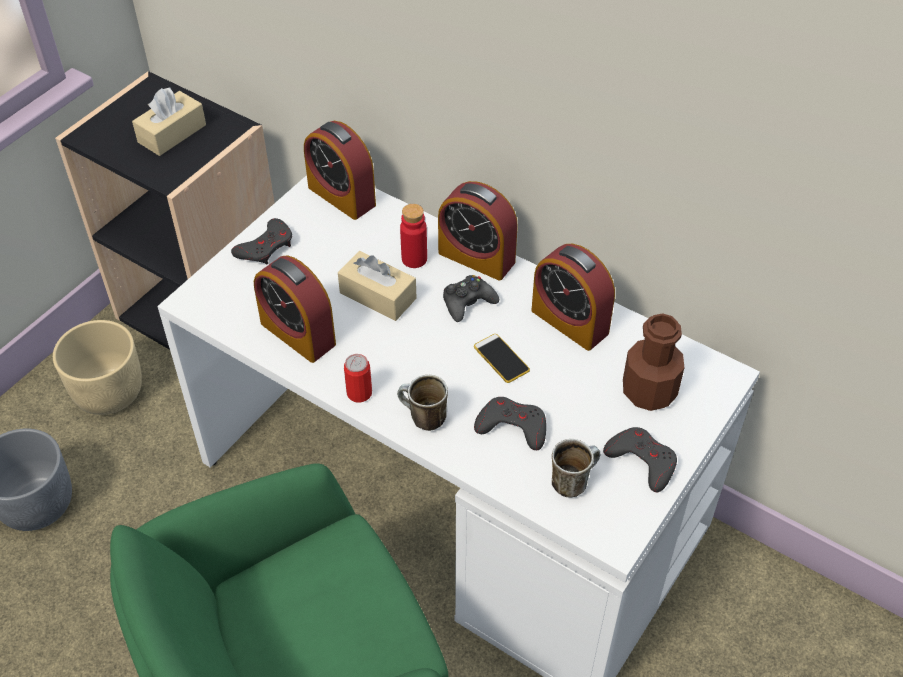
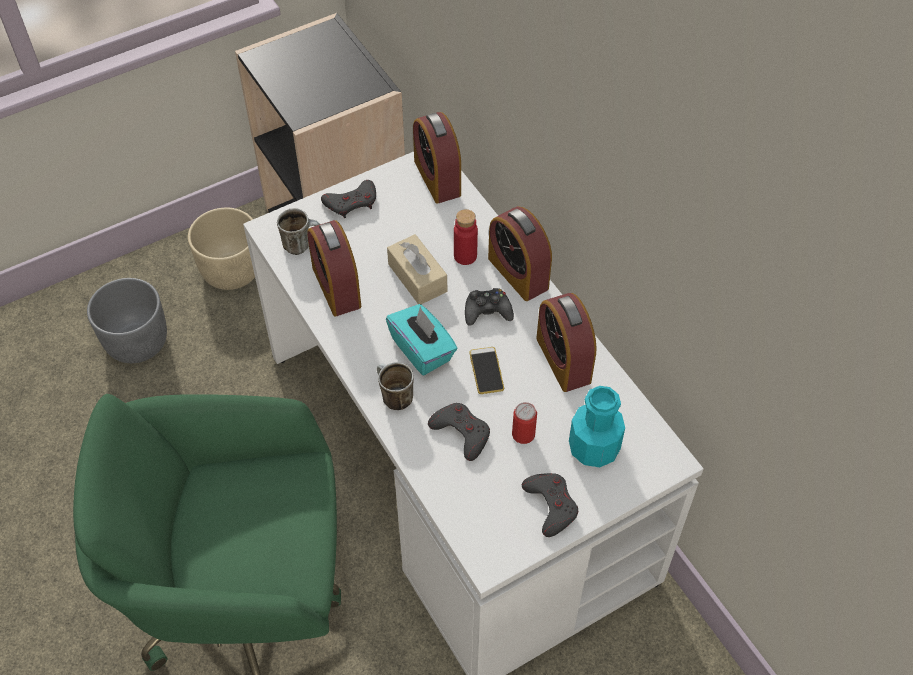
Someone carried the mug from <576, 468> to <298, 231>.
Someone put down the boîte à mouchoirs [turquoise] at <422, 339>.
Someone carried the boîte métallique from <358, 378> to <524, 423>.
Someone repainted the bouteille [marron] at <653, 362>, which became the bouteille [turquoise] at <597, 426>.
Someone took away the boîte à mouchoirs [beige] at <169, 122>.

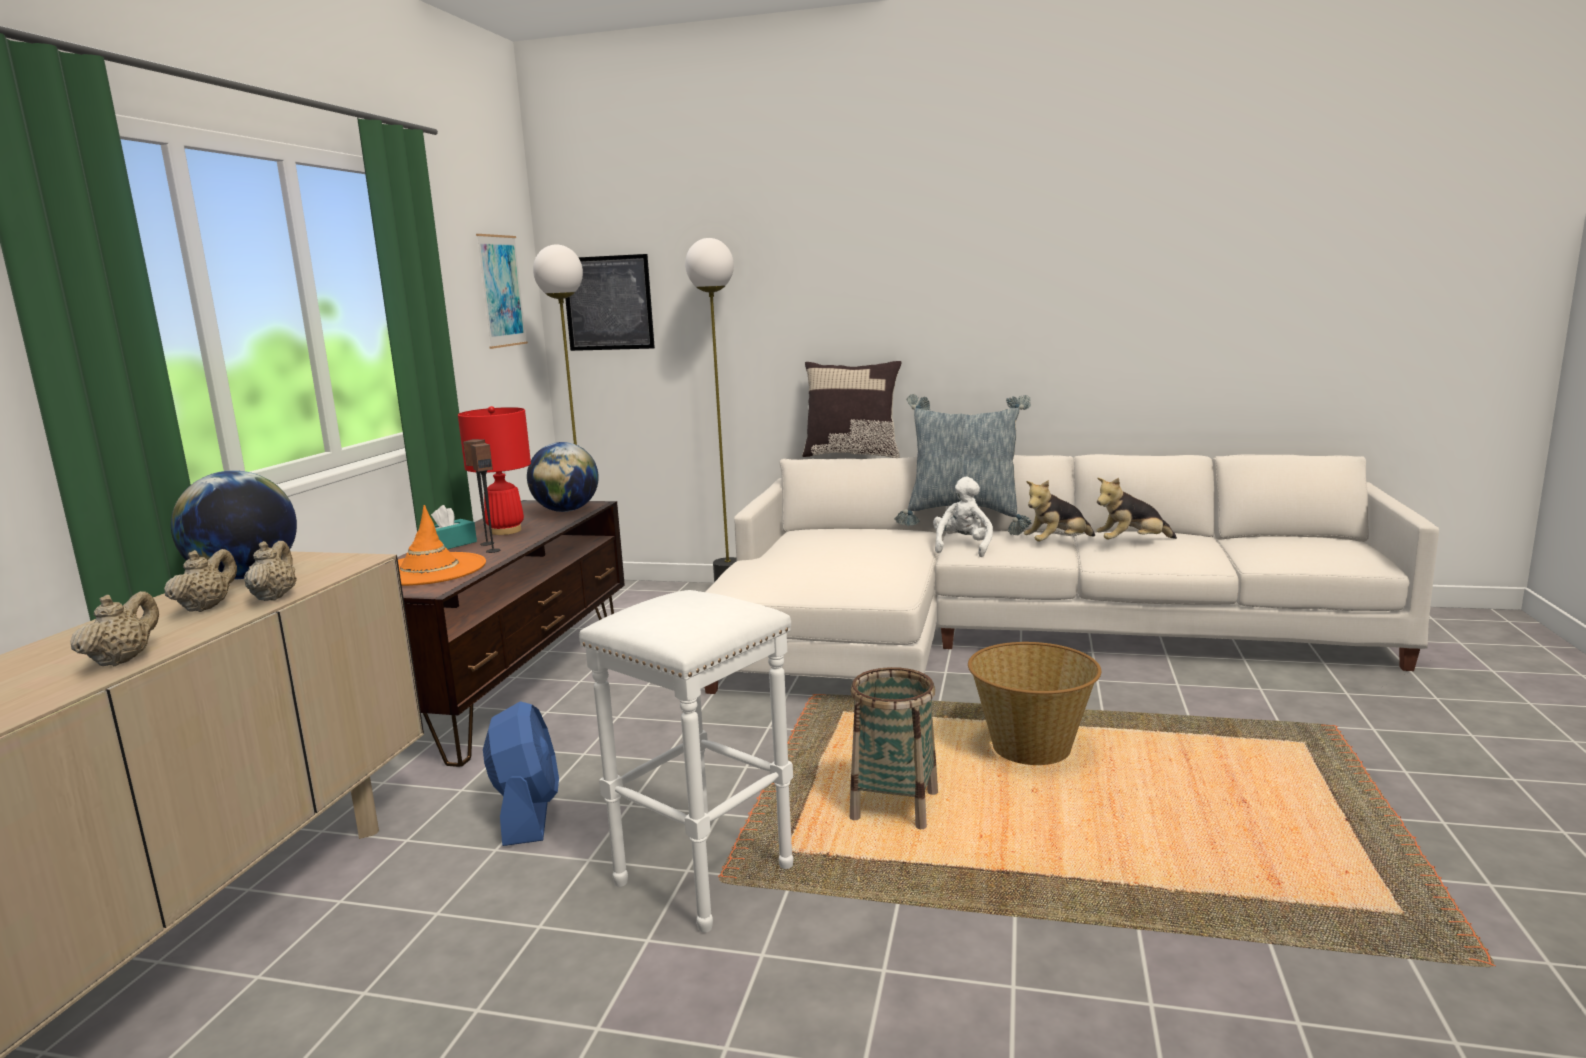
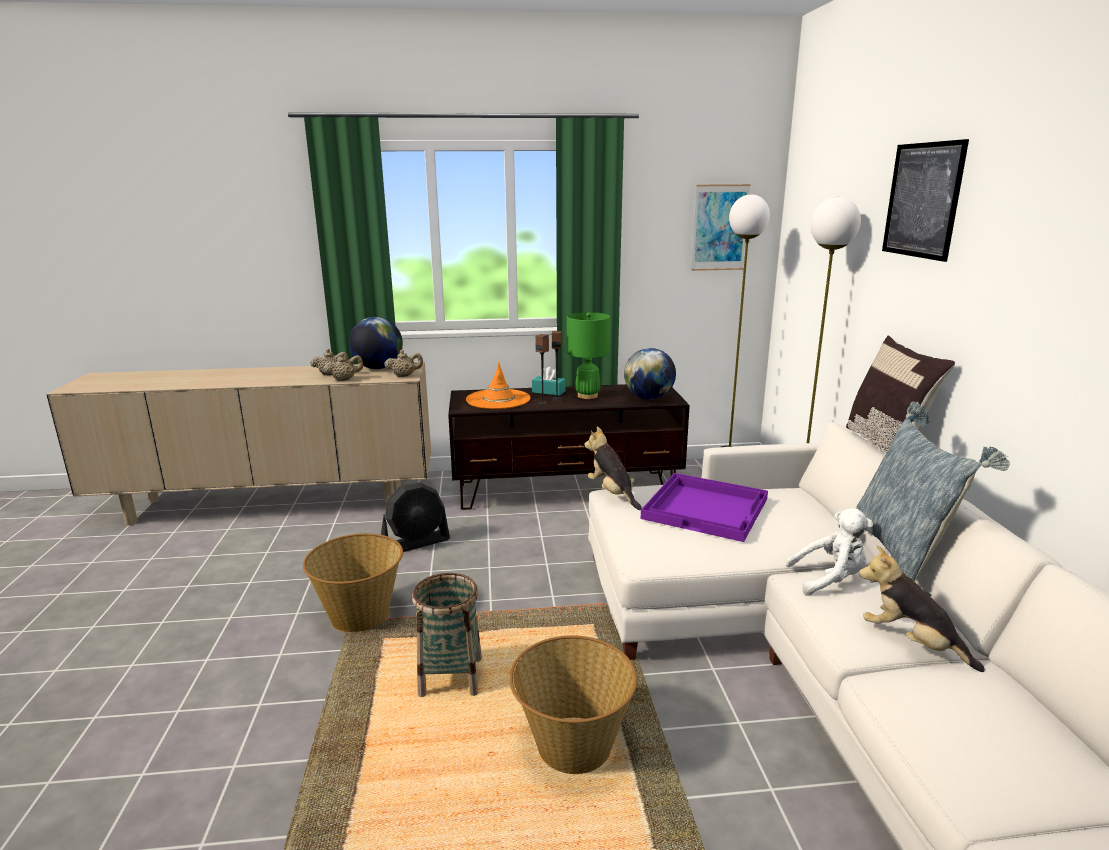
Someone swapped the tabouret [blanc] at <686, 761> for the panier at <353, 582>.
Someone repainted the ventilateur [bleu] at <521, 773>, which became the ventilateur [noir] at <415, 517>.
Someone carried the théière [beige] from <114, 628> to <403, 363>.
Someone repainted the lampe de table [rouge] at <494, 470>, which became the lampe de table [vert] at <589, 355>.
Someone carried the peluche from <1136, 508> to <613, 468>.
Someone put down the plateau [violet] at <704, 507>.
Someone carried the tableau from <610, 302> to <925, 200>.

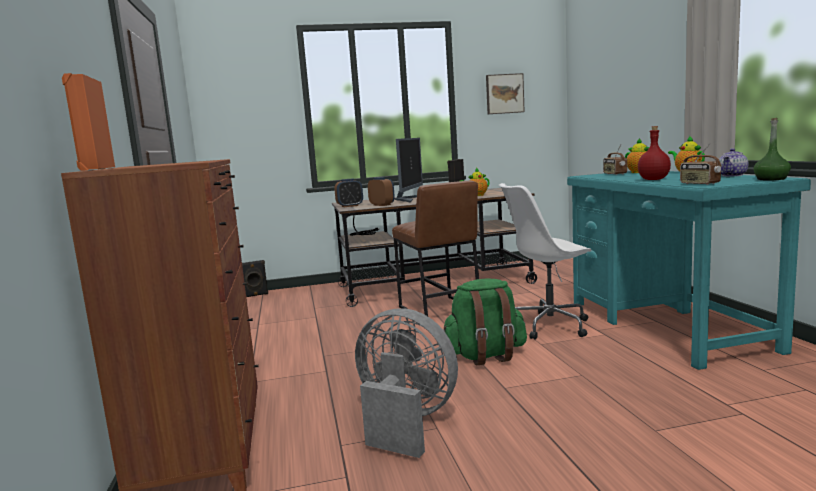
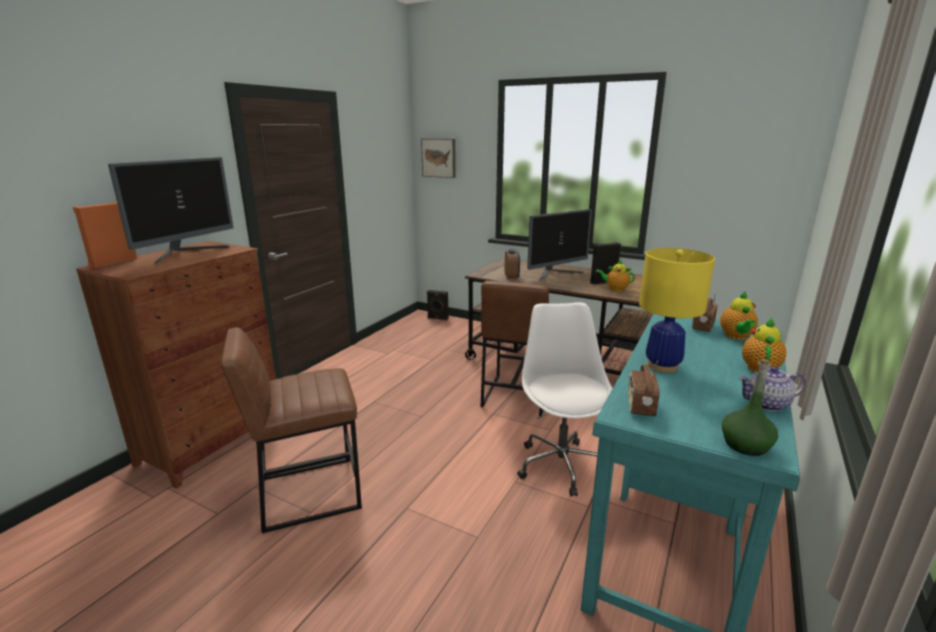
Someone put down the écran d'ordinateur at <171, 210>.
Someone swapped the ventilateur [gris] at <406, 383> for the chaise [marron] at <291, 430>.
Someone carried the tableau from <505, 93> to <438, 158>.
Someone rotated the chaise de bureau [blanc] at <545, 261> by 60 degrees clockwise.
Someone swapped the bouteille [rouge] at <654, 153> for the lampe de table [jaune] at <677, 310>.
Someone took away the réveil at <348, 192>.
Someone took away the sac à dos [vert] at <485, 322>.

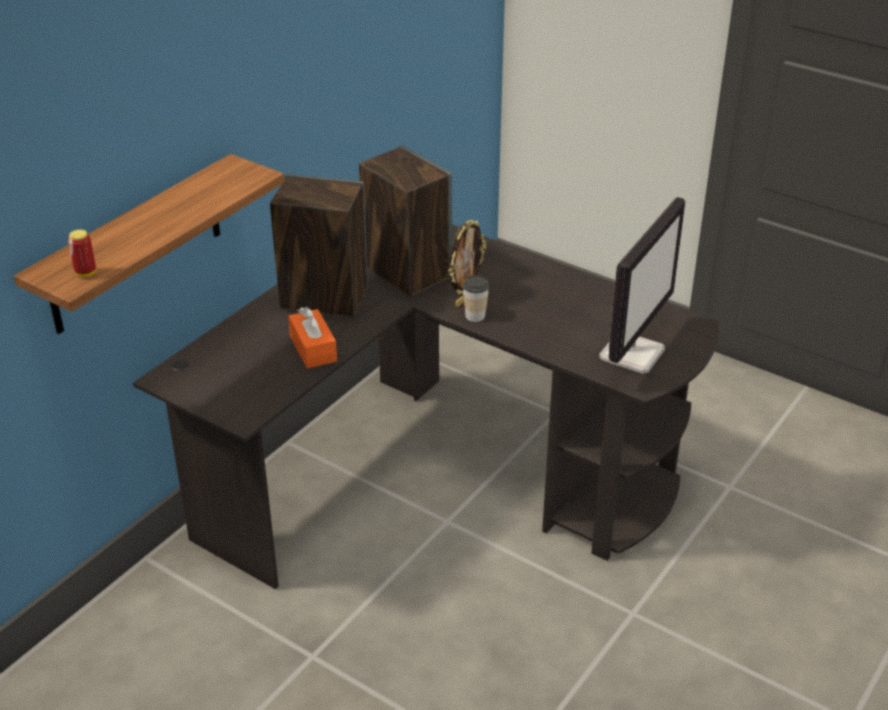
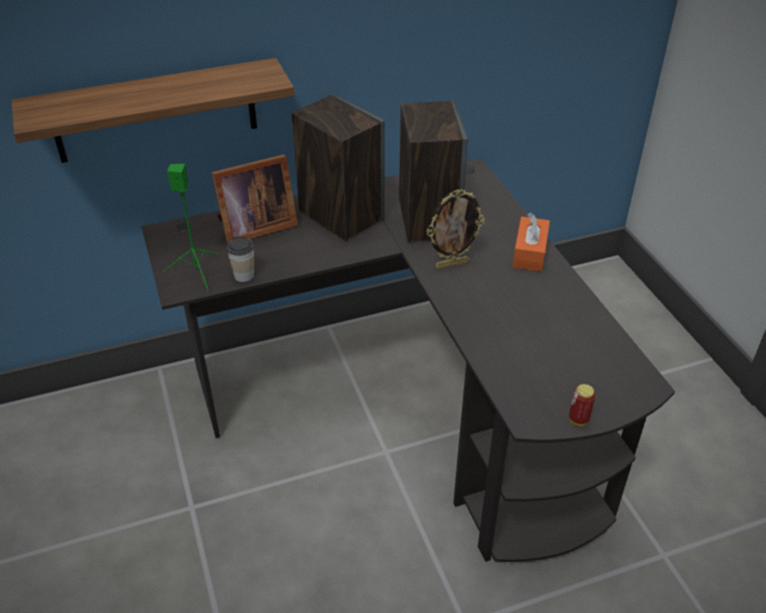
Someone put down the enceinte [vert] at <191, 227>.
Someone put down the cadre photo at <255, 199>.
Someone carried the tasse from <475, 298> to <240, 259>.
Someone carried the boîte à mouchoirs [orange] from <312, 337> to <531, 242>.
Someone carried the boîte métallique from <82, 253> to <582, 405>.
Someone took away the écran d'ordinateur at <642, 285>.

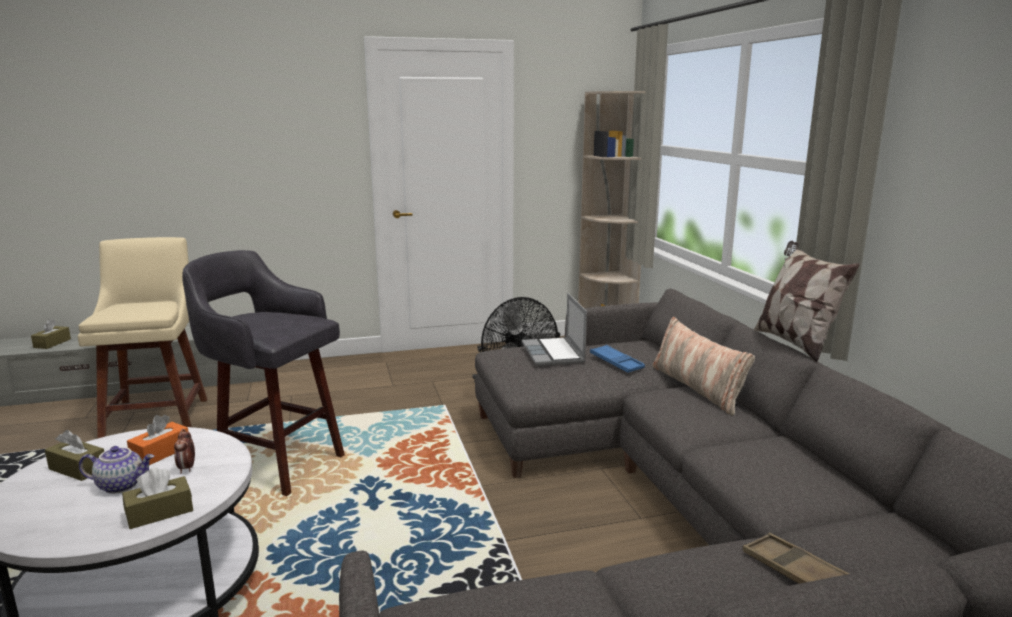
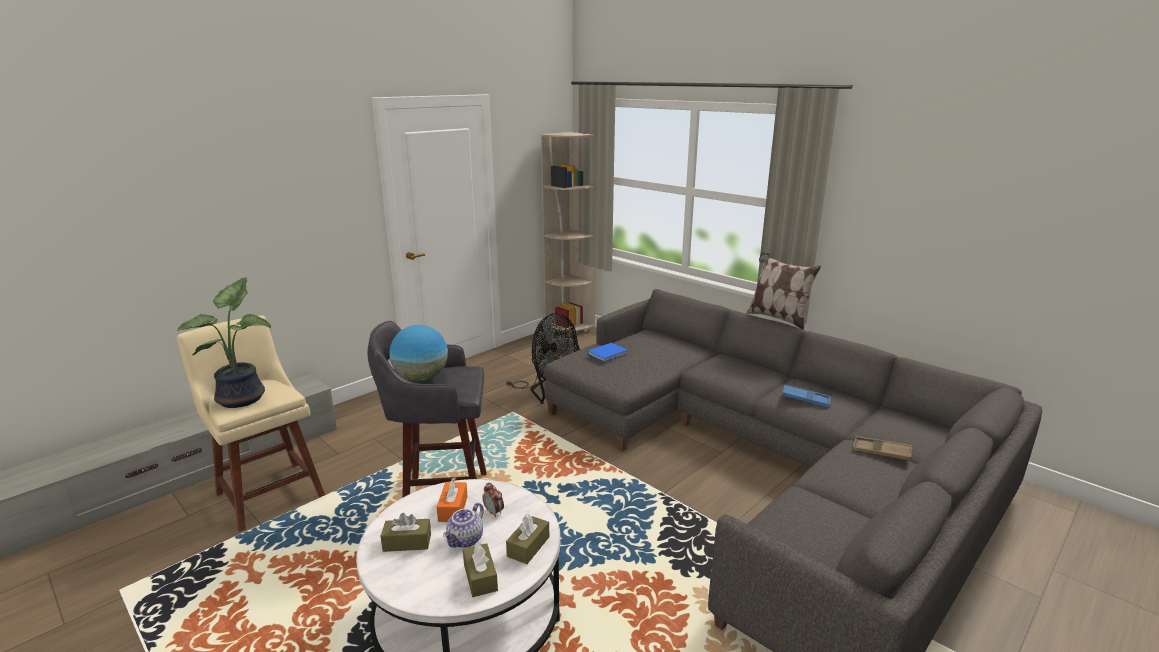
Someone put down the plante en pot at <224, 342>.
Someone put down the globe at <418, 353>.
Someone rotated the théière at <116, 470> by 150 degrees clockwise.
Someone carried the boîte à mouchoirs [marron] from <51, 334> to <480, 569>.
Someone swapped the ordinateur portable at <554, 329> for the livre [bleu] at <608, 352>.
Someone carried the plateau [bleu] from <617, 359> to <806, 395>.
Someone took away the coussin at <703, 366>.

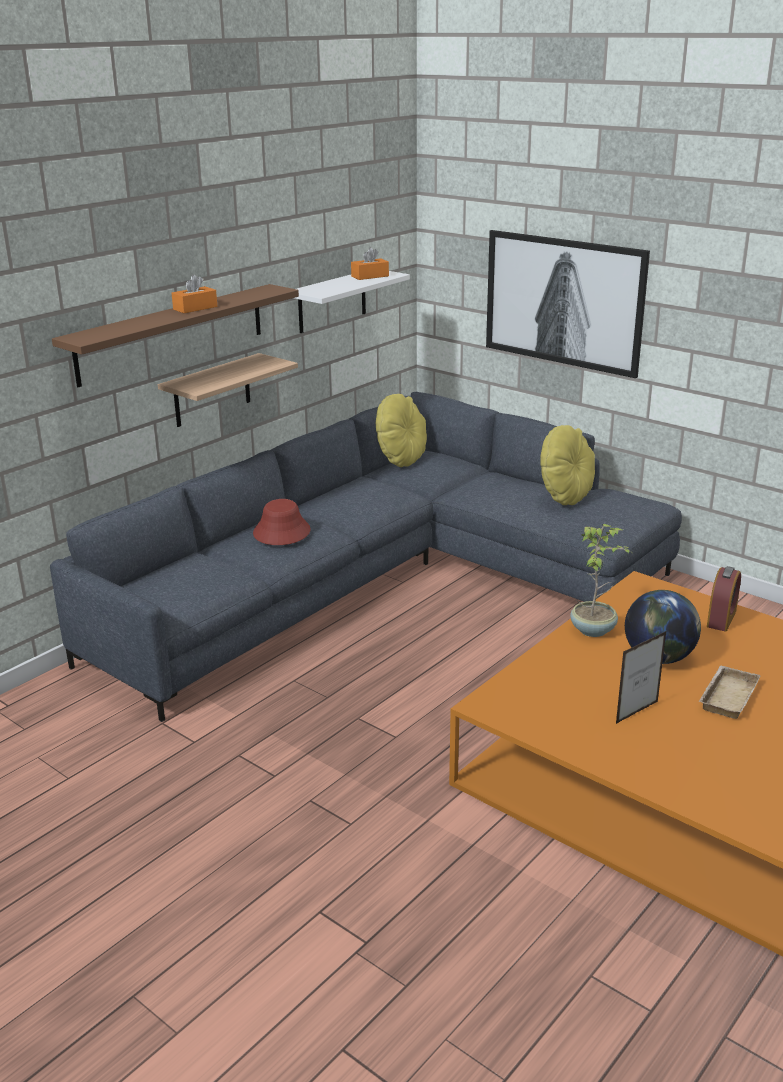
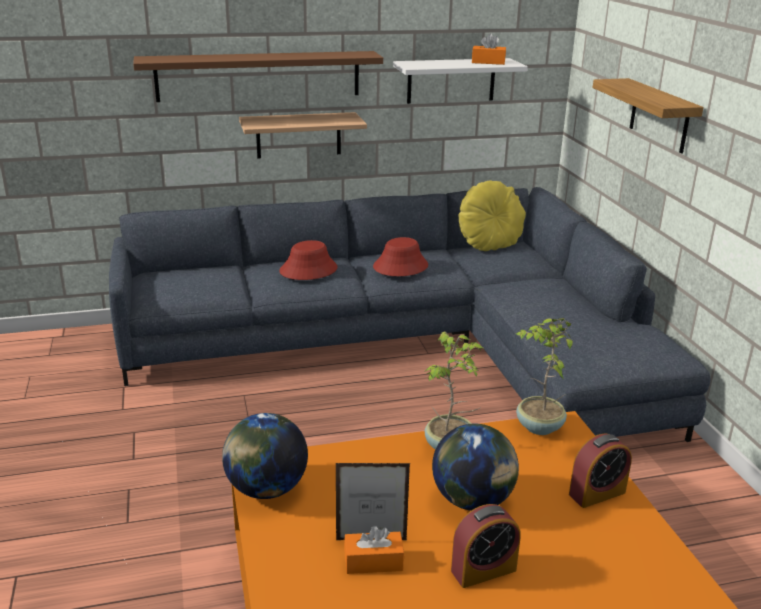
Someone put down the globe at <265, 456>.
Someone carried the boîte à mouchoirs [orange] from <194, 294> to <374, 550>.
Someone put down the chapeau [rouge] at <400, 256>.
Someone swapped the plateau [beige] at <730, 692> for the réveil at <486, 546>.
Someone put down the plante en pot at <544, 376>.
Someone swapped the tableau at <568, 304> for the étagère at <648, 116>.
Someone took away the coussin [jaune] at <567, 465>.

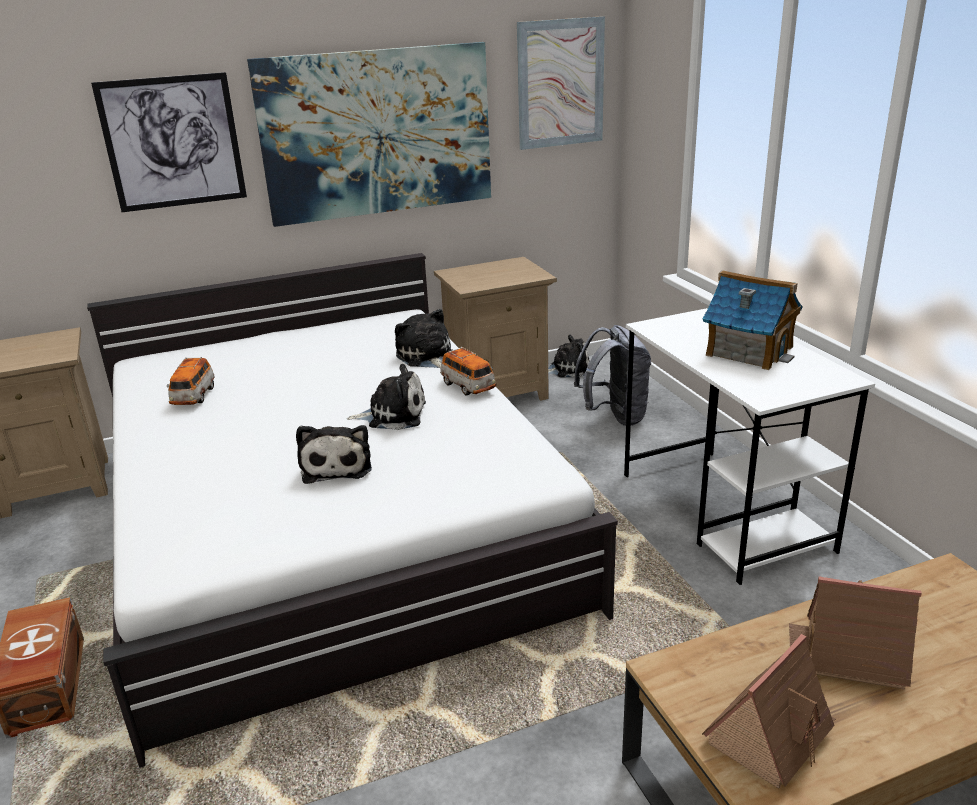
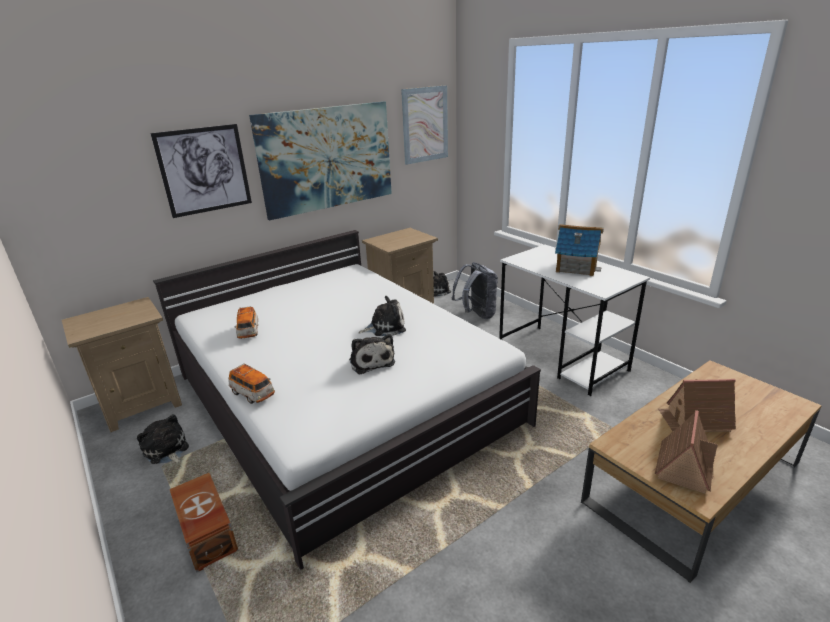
Someone carried the peluche from <423, 339> to <163, 439>.
Someone carried the petite voiture from <468, 371> to <251, 384>.

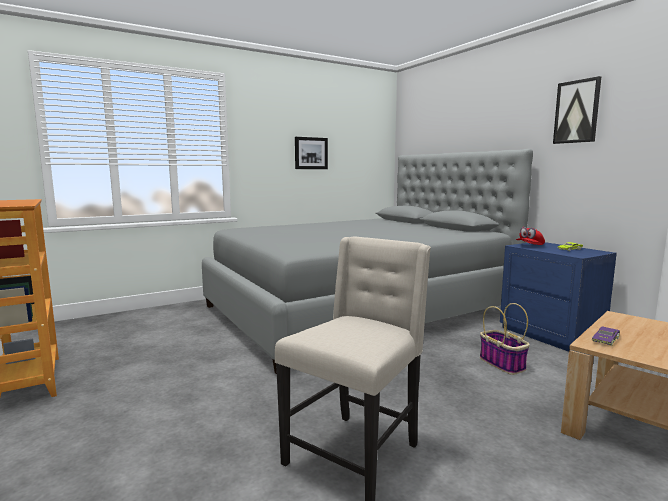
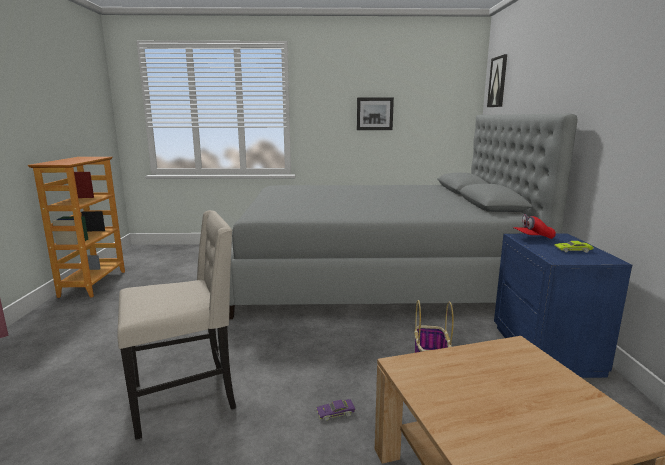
Someone carried the petite voiture [violet] from <606, 336> to <336, 410>.
Someone carried the tableau from <577, 110> to <497, 80>.

